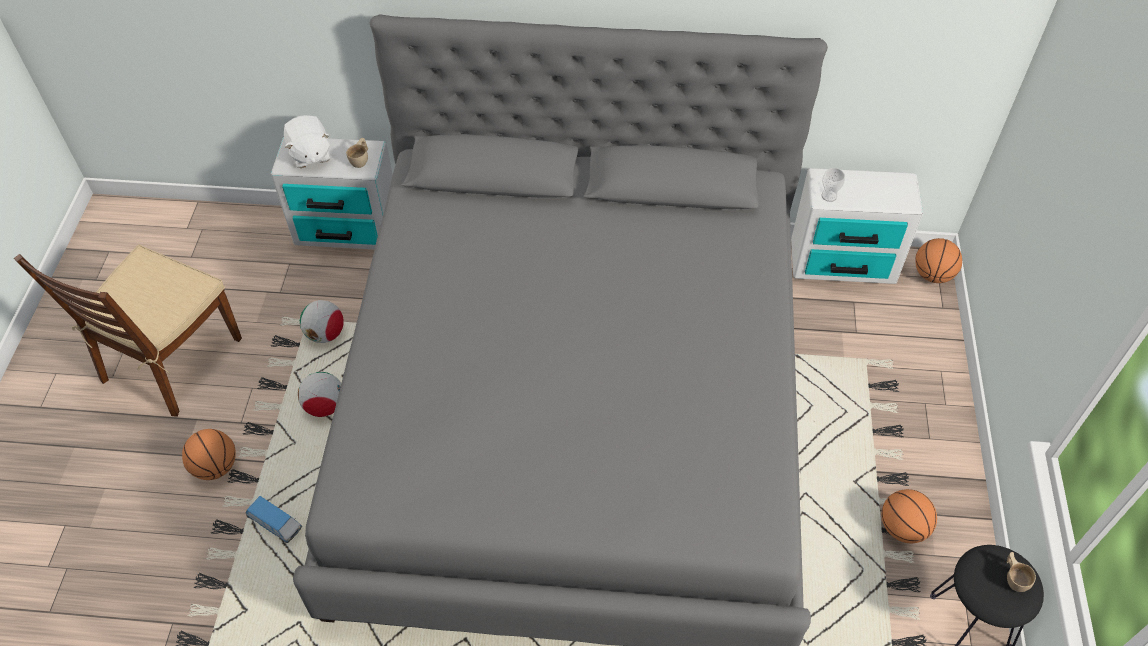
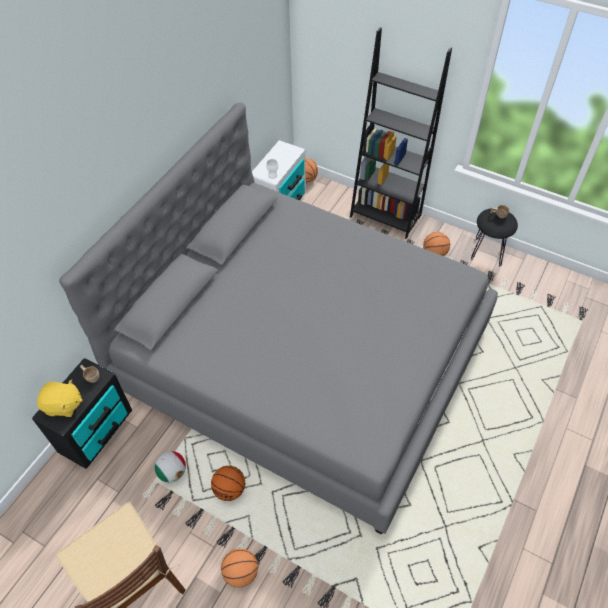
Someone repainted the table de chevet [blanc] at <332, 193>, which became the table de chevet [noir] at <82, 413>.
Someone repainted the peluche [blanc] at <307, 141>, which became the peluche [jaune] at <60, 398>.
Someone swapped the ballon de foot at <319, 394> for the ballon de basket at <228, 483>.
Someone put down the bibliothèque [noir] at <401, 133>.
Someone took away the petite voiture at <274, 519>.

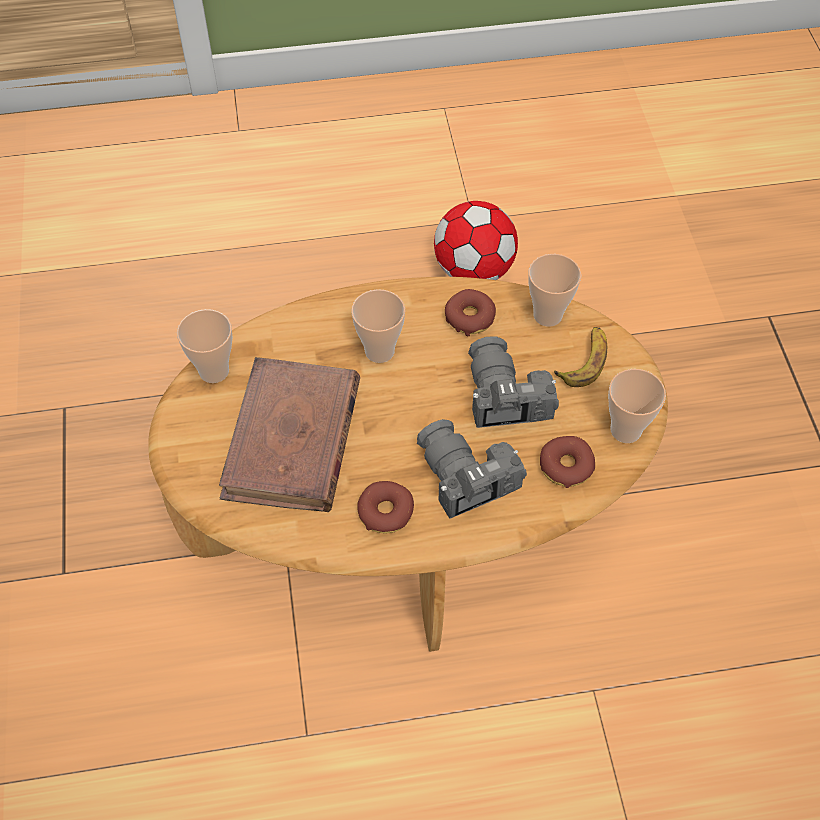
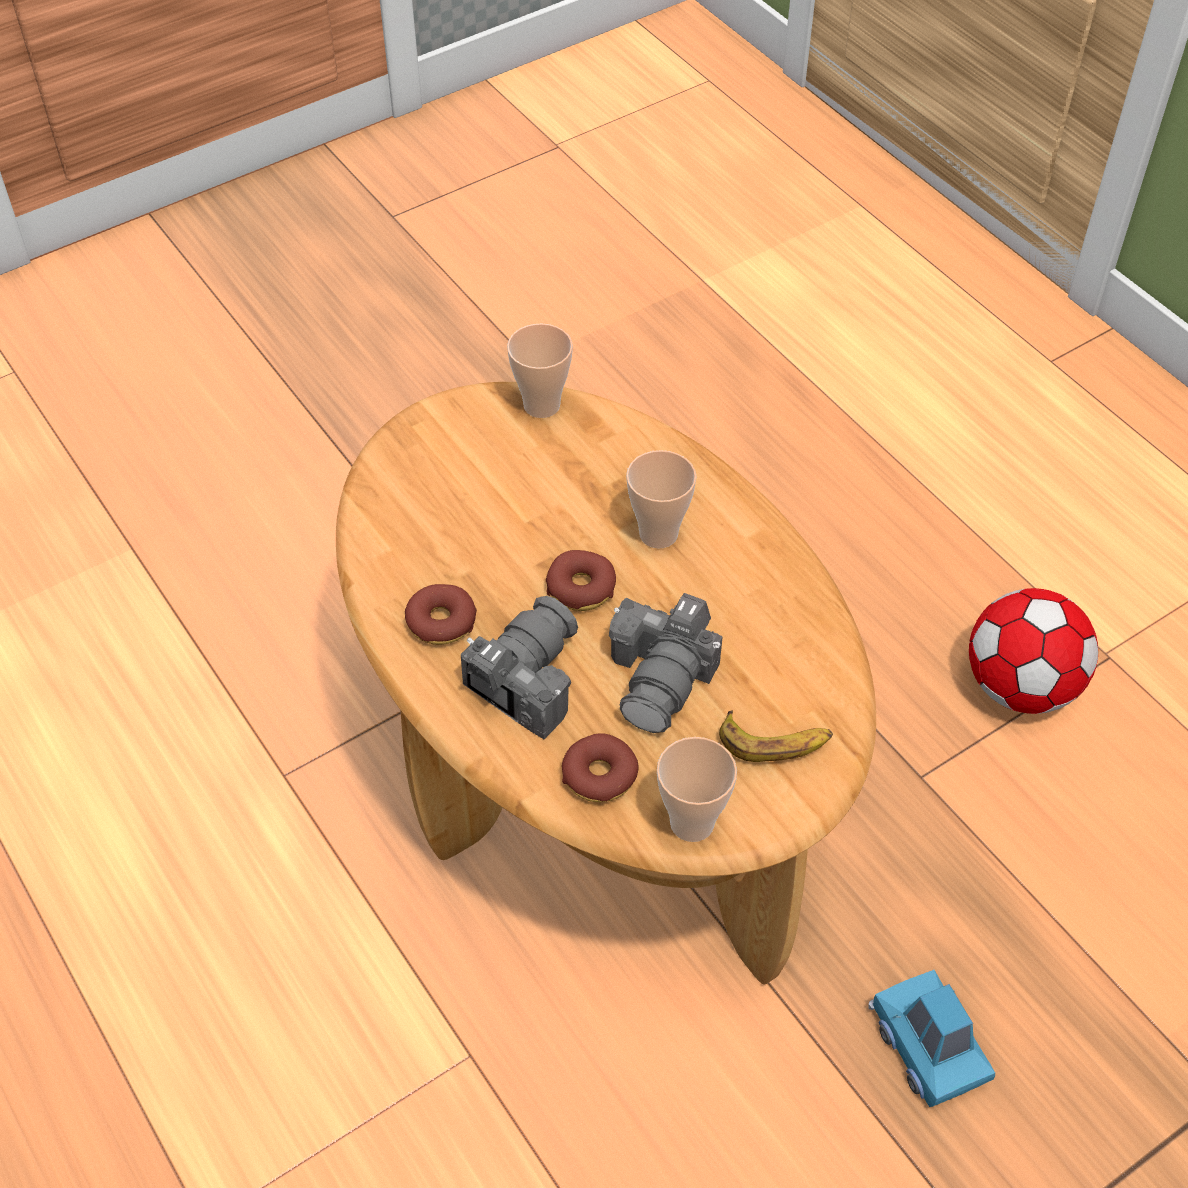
Someone carried the beignet from <470, 312> to <581, 580>.
Someone rotated the appareil photo at <513, 382> by 150 degrees clockwise.
Someone put down the petite voiture [bleu] at <931, 1038>.
Someone took away the livre [marron] at <289, 434>.
Someone took away the tasse at <554, 290>.

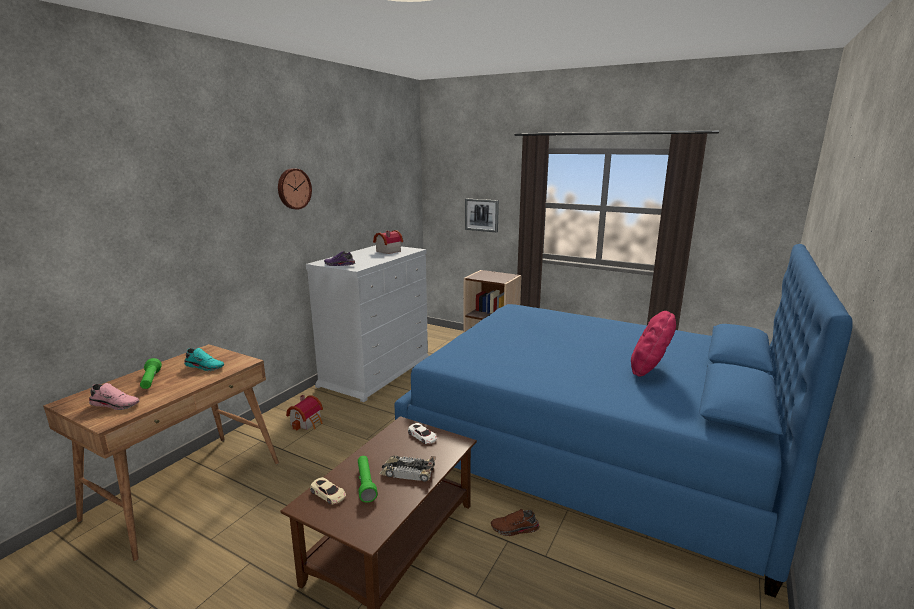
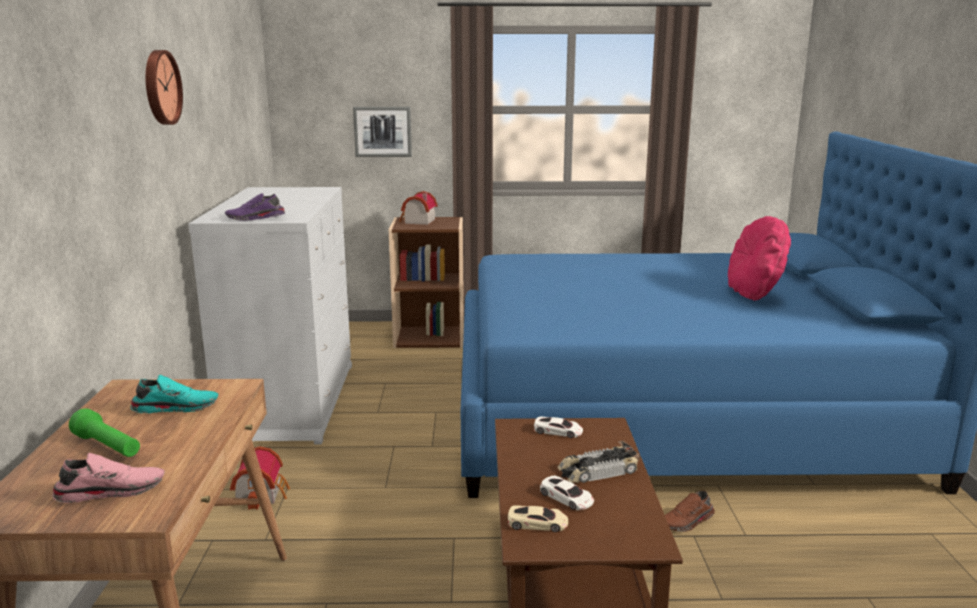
Someone carried the maison miniature from <388, 242> to <418, 208>.
Someone swapped the lampe de poche [vert] at <368, 479> for the petite voiture [blanc] at <567, 493>.

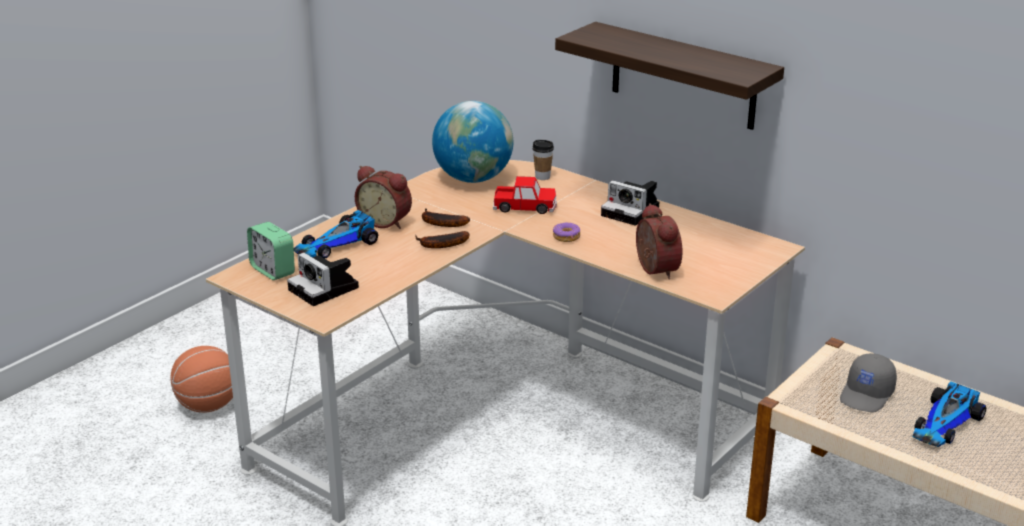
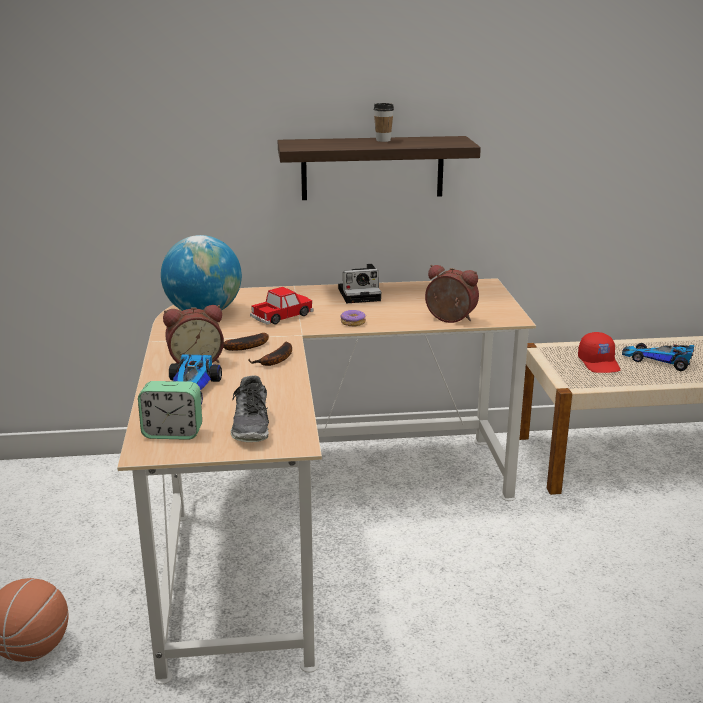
Someone swapped the appareil photo at <323, 279> for the chaussure at <250, 409>.
Someone carried the tasse from <543, 160> to <384, 122>.
Someone repainted the casquette [gris] at <868, 382>, which became the casquette [rouge] at <599, 352>.
Someone rotated the petite voiture at <949, 414> by 120 degrees clockwise.

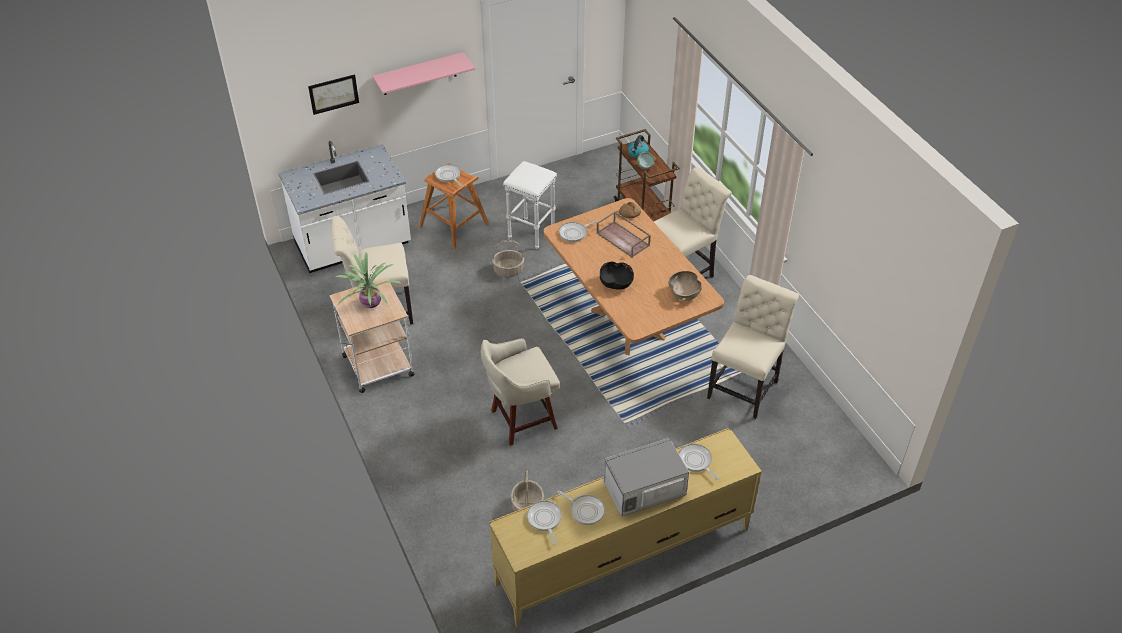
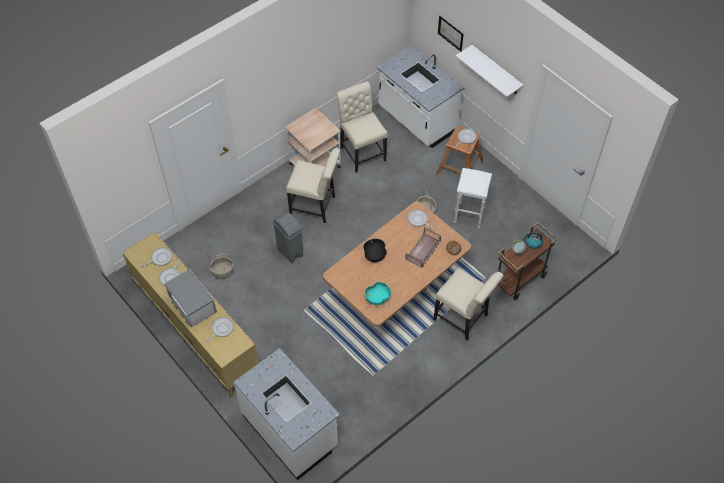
Someone put down the comptoir de cuisine [blanc] at <286, 414>.
Someone swapped the tabouret [beige] at <520, 392> for the poubelle [gris] at <287, 237>.
Someone carried the chaise [beige] from <753, 347> to <313, 185>.
Someone repainted the bol [marron] at <685, 286>, which became the bol [turquoise] at <378, 293>.
Someone repainted the étagère [rose] at <424, 73>, which became the étagère [blanc] at <490, 71>.
Someone took away the plante en pot at <368, 280>.

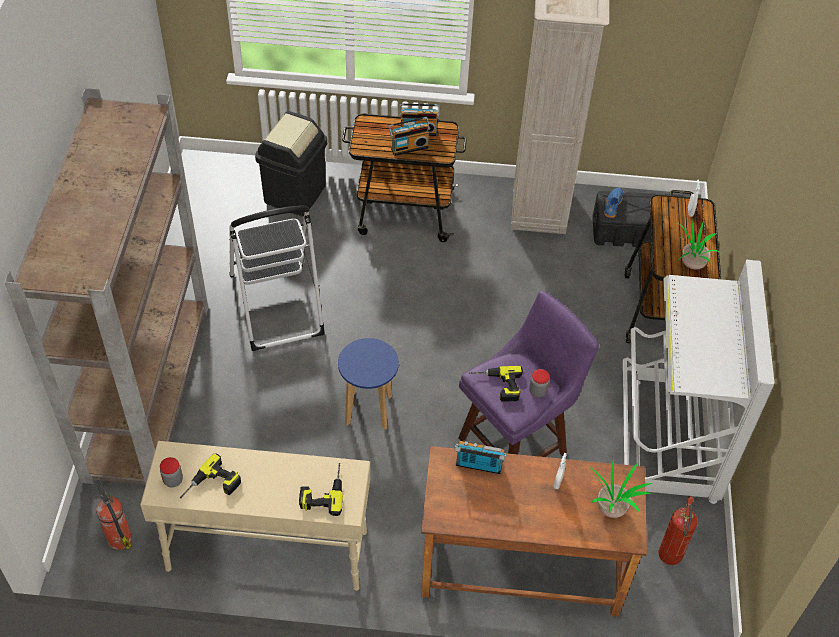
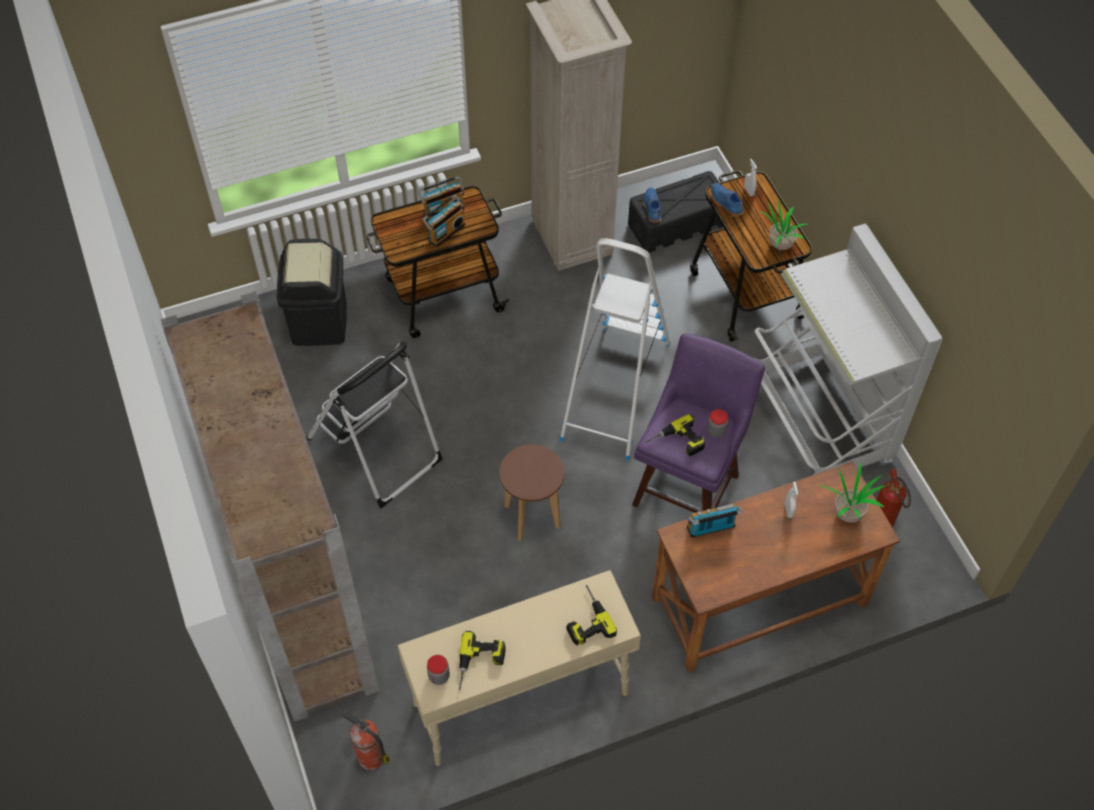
Someone repainted the tabouret [bleu] at <368, 384>, which became the tabouret [marron] at <531, 492>.
Someone put down the escabeau [blanc] at <615, 349>.
Someone put down the chaussure [bleu] at <727, 199>.

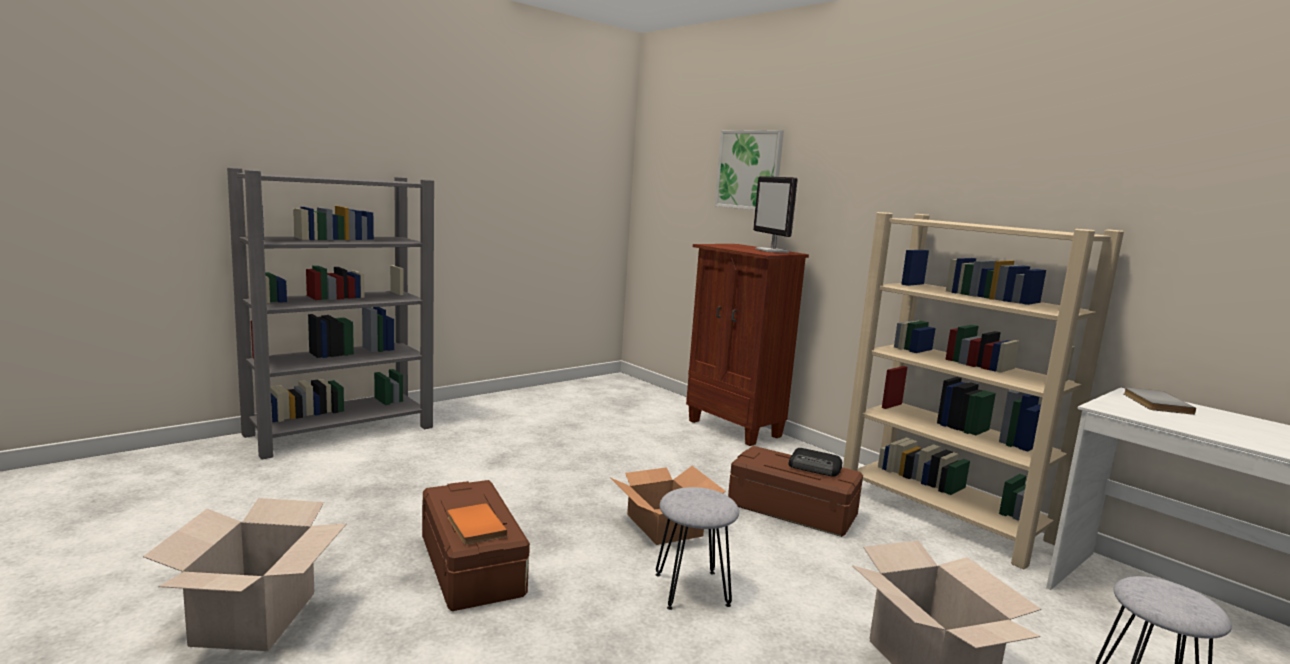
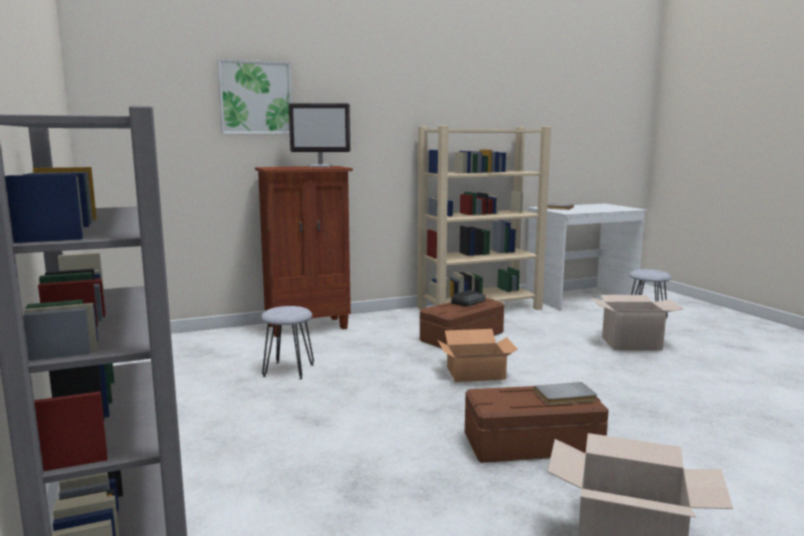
Someone carried the tabouret [gris] from <697, 548> to <287, 342>.
Someone repainted the livre [orange] at <477, 524>, which became the livre [gris] at <565, 393>.

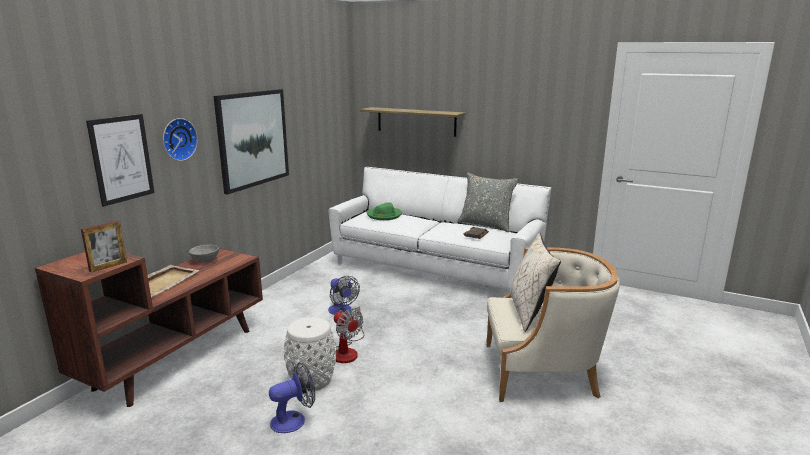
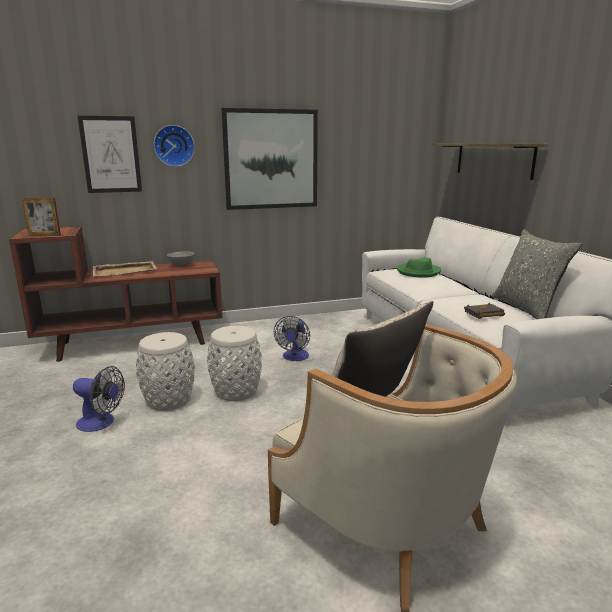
Someone swapped the ventilateur at <349, 334> for the tabouret [blanc] at <234, 363>.

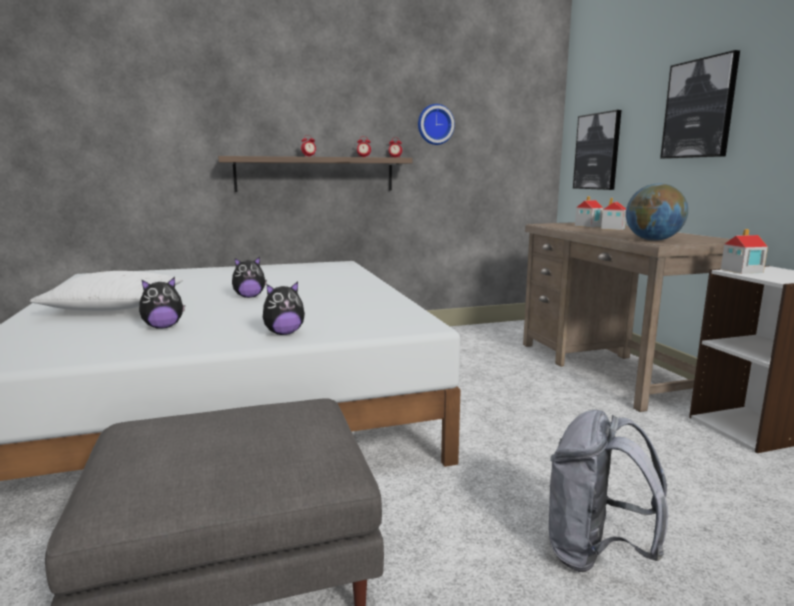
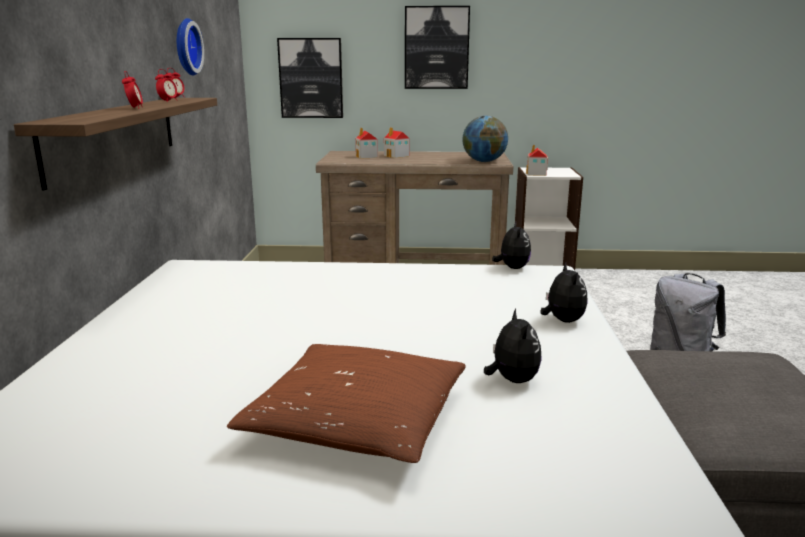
Someone repainted the coussin [blanc] at <106, 291>, which became the coussin [marron] at <346, 403>.
Someone carried the peluche from <249, 277> to <511, 245>.

